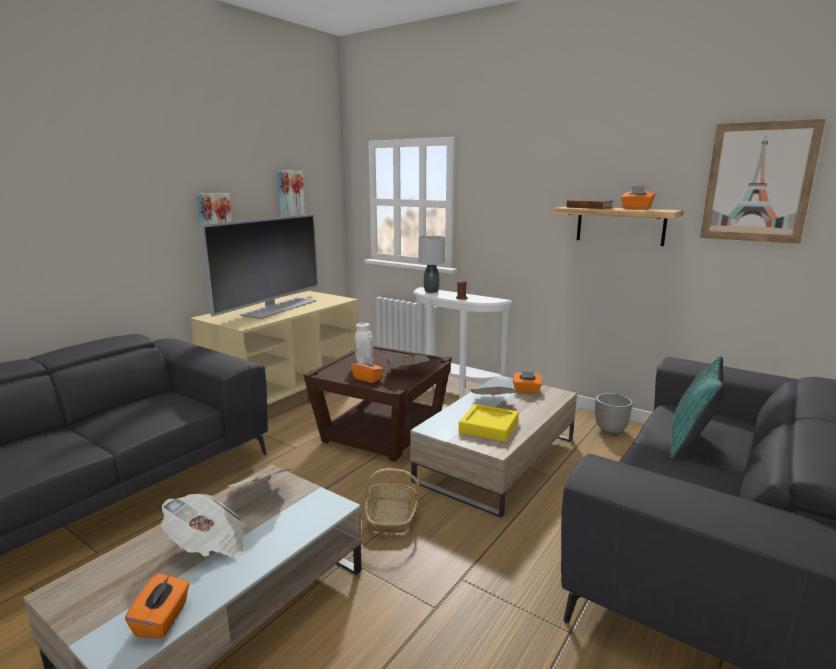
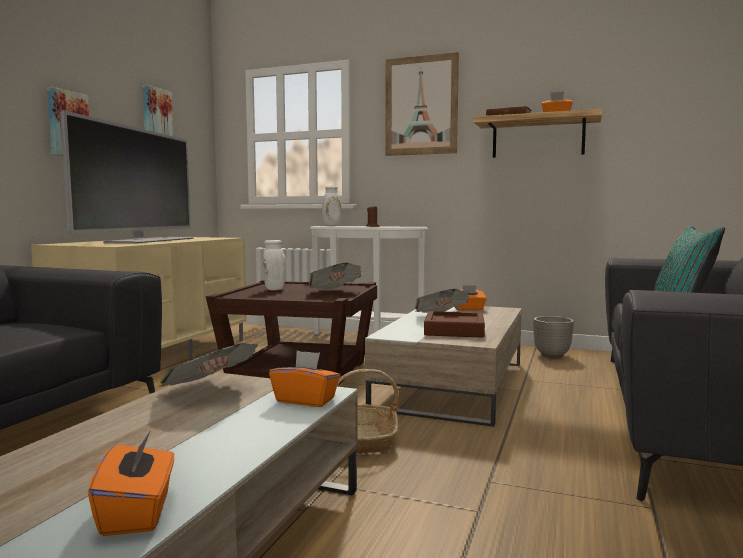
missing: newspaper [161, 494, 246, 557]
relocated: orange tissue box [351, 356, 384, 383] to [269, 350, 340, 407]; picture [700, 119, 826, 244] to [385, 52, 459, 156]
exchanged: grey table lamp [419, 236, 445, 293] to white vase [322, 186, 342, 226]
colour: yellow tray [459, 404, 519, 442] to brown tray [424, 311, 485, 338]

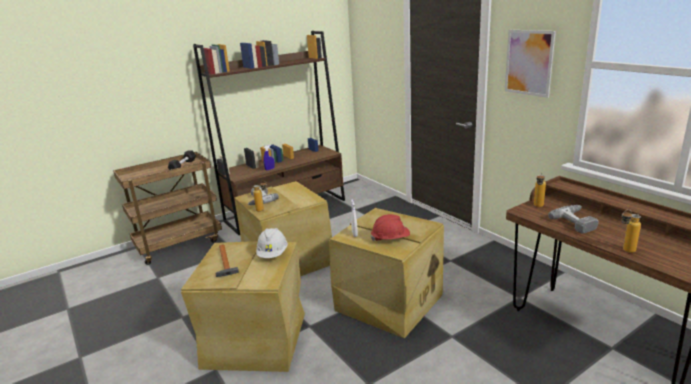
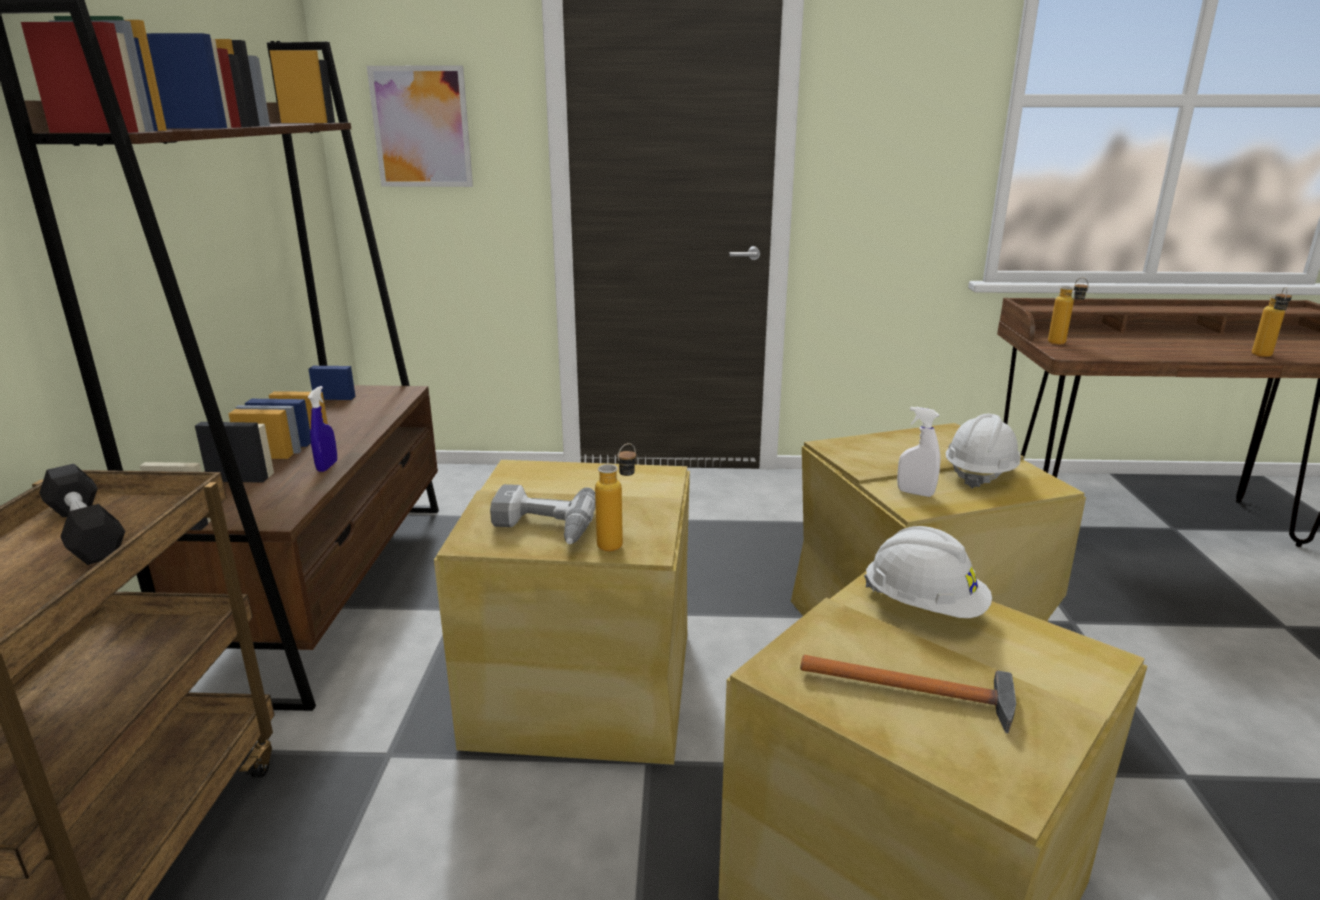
missing: power drill [548, 205, 598, 234]
relocated: picture [505, 30, 556, 98] to [367, 66, 473, 187]
colour: red hard hat [371, 214, 410, 241] to white hard hat [946, 413, 1021, 489]

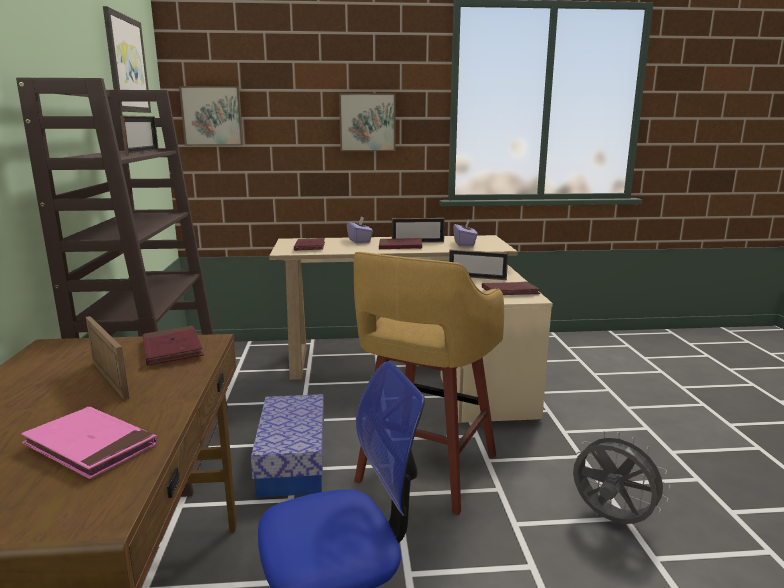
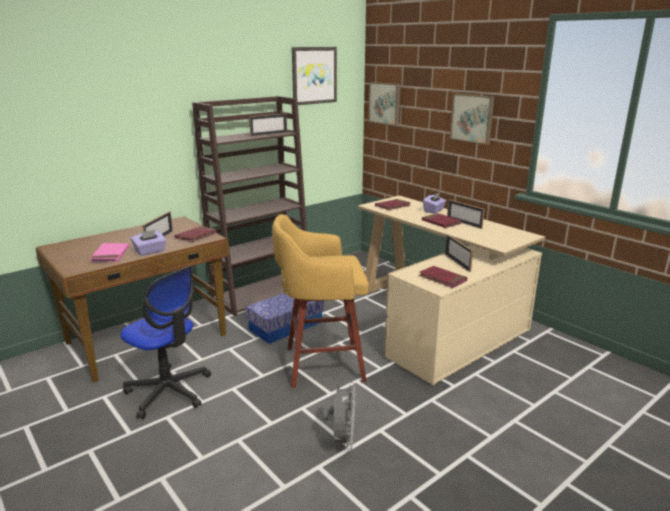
relocated: purple tissue box [453, 219, 478, 246] to [131, 230, 166, 256]

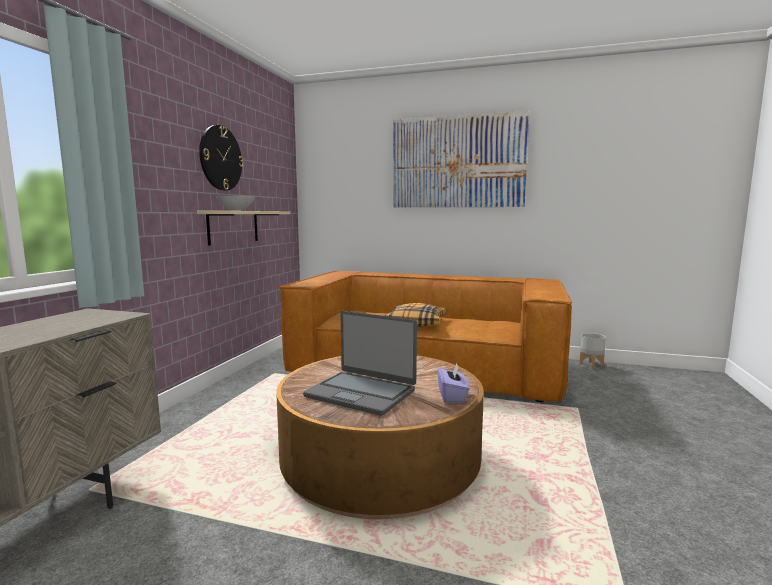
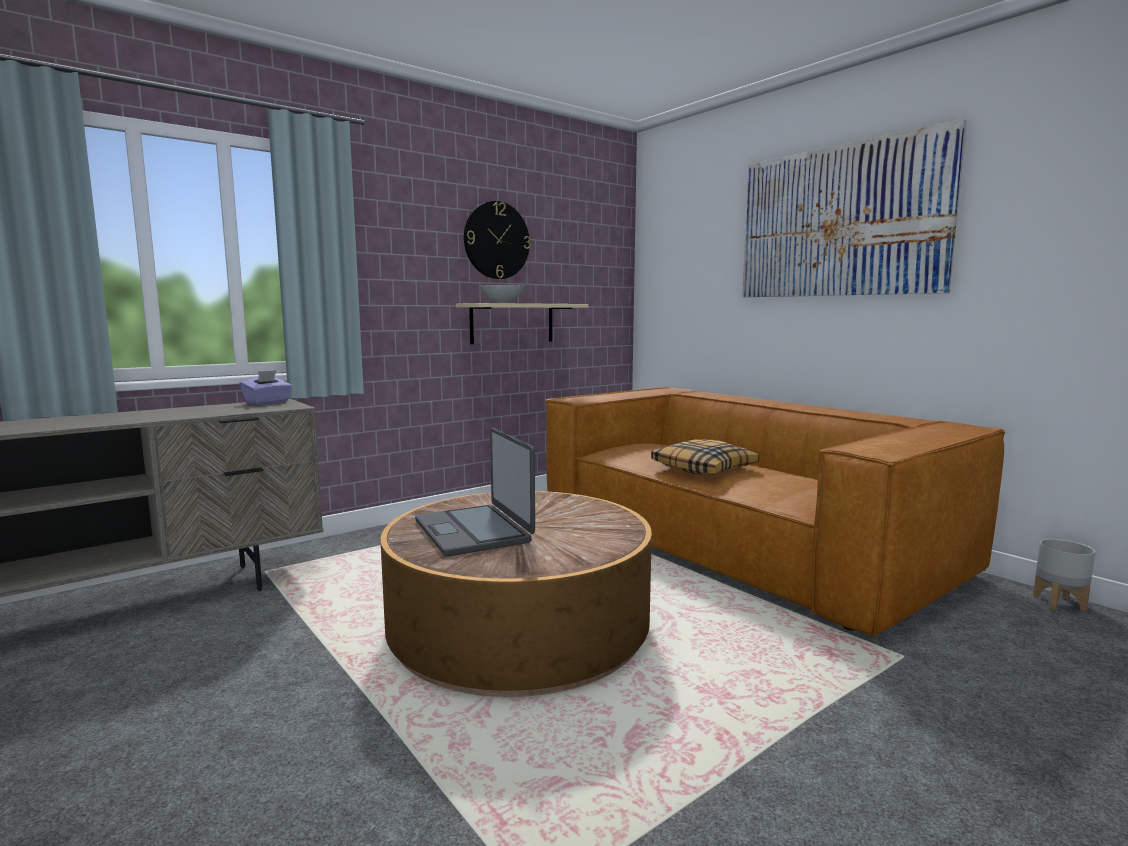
relocated: purple tissue box [437, 364, 470, 403] to [240, 370, 292, 405]

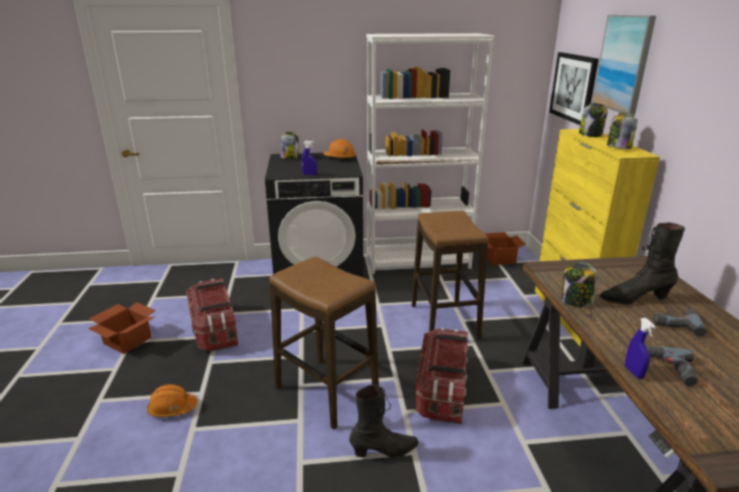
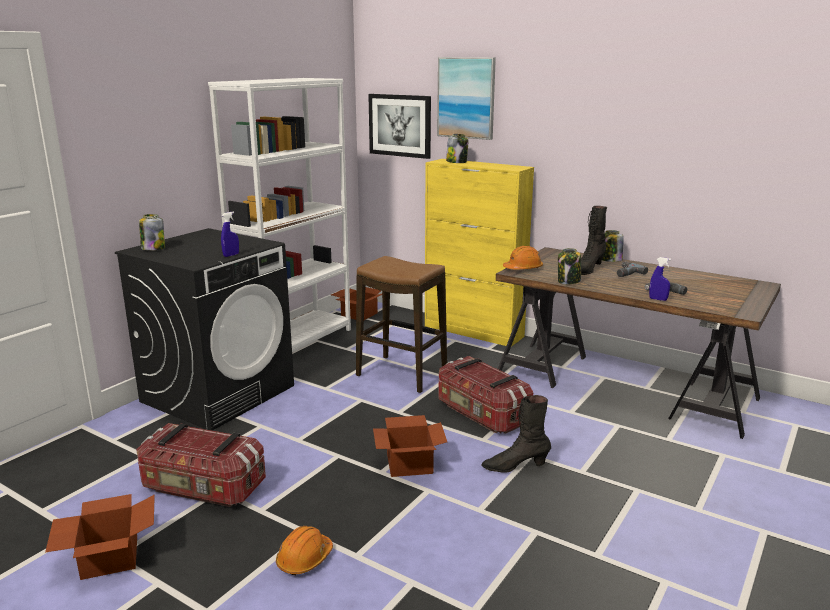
relocated: orange hard hat [324, 139, 356, 160] to [503, 246, 543, 269]; jar [607, 113, 638, 149] to [602, 230, 624, 262]
exchanged: stool [270, 256, 379, 430] to cardboard box [373, 415, 447, 477]
spun: black boot [349, 384, 419, 458] = [481, 395, 551, 472] 120 degrees counterclockwise

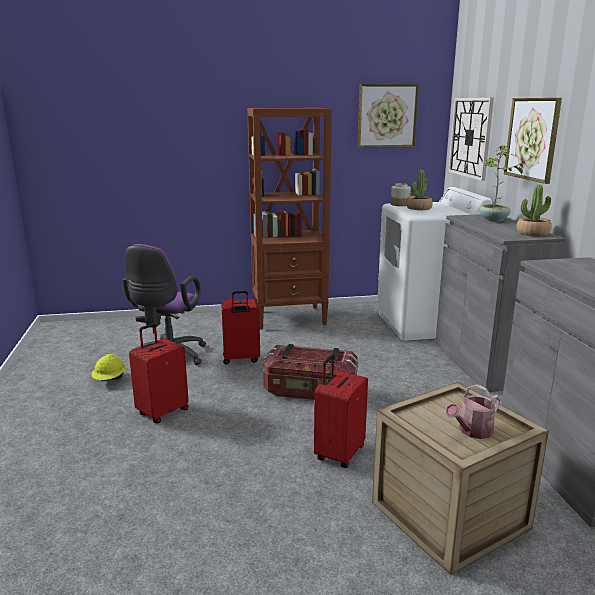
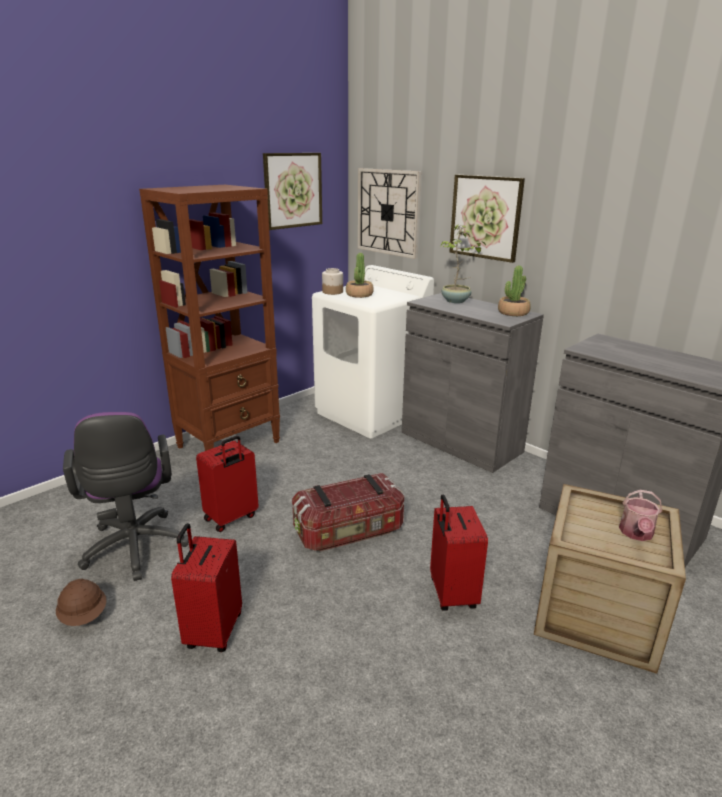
colour: yellow hard hat [92, 354, 125, 380] to brown hard hat [56, 579, 106, 626]

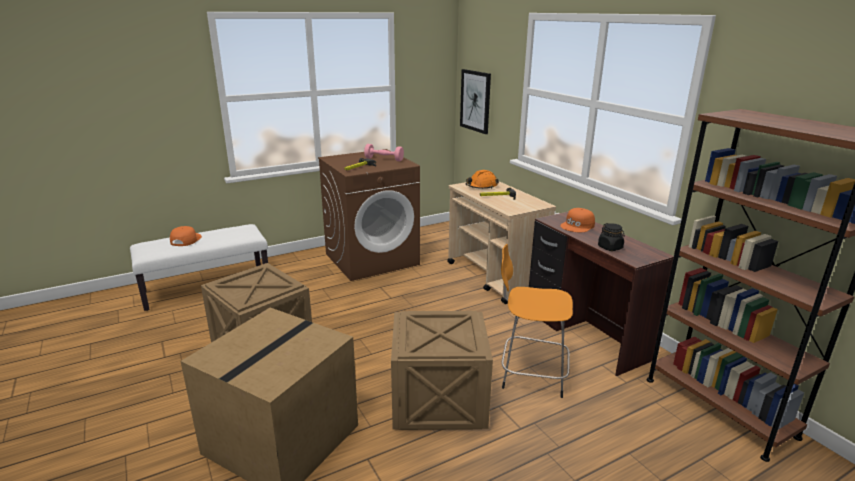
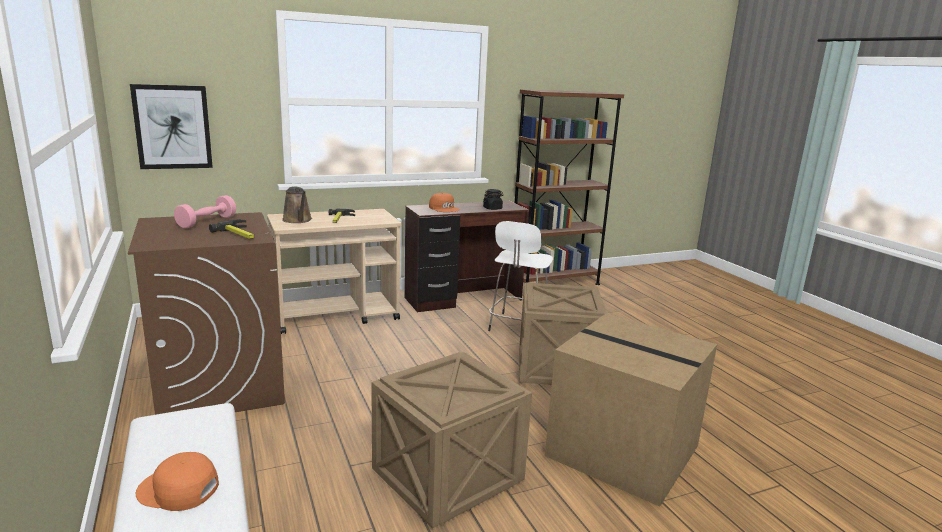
exchanged: orange hard hat [466, 170, 499, 189] to brown watering can [282, 186, 312, 223]
colour: orange stool [501, 244, 573, 398] to white stool [488, 221, 553, 331]

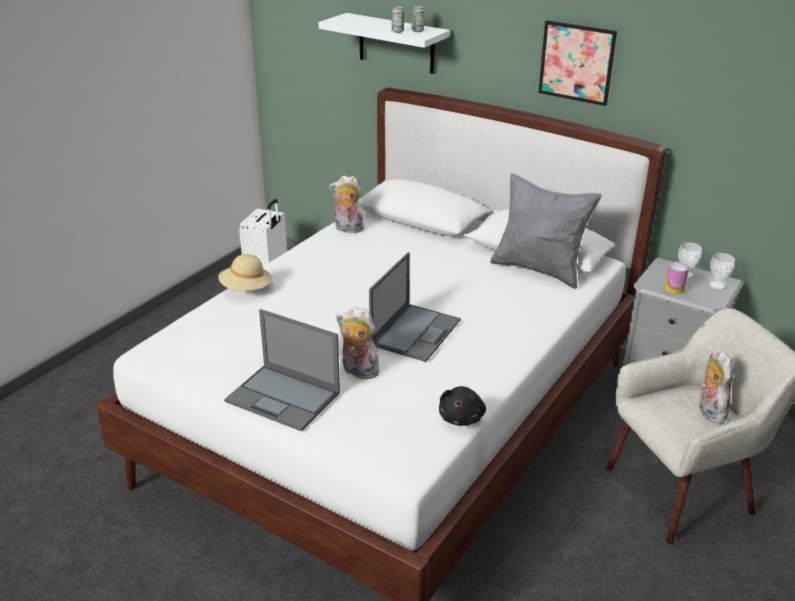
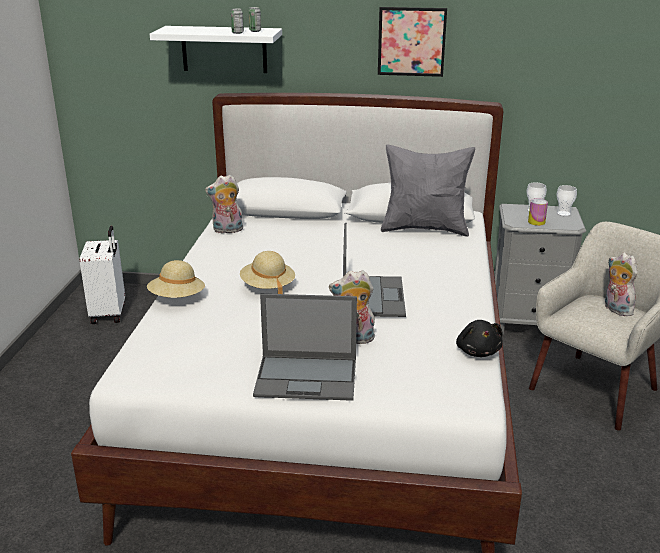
appeared: beige hat [240, 251, 295, 294]

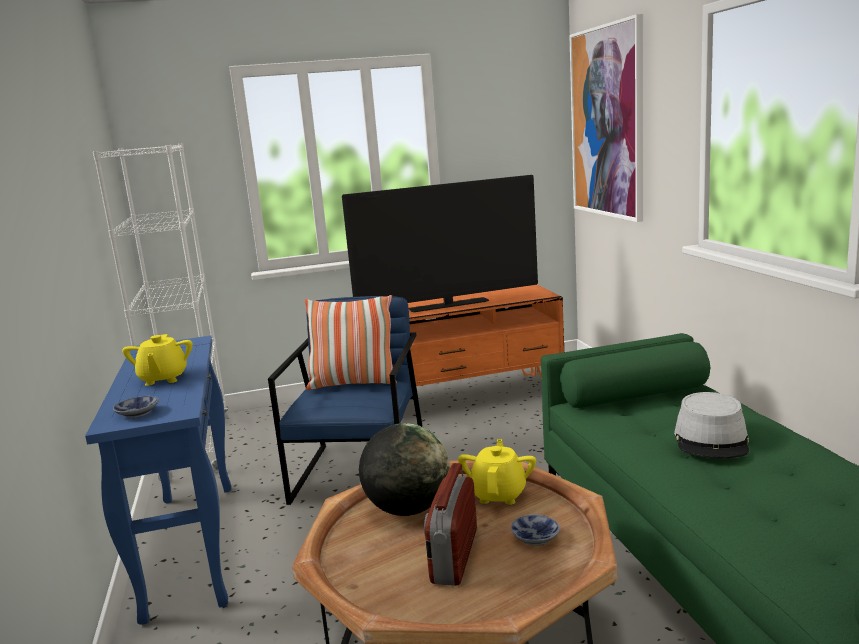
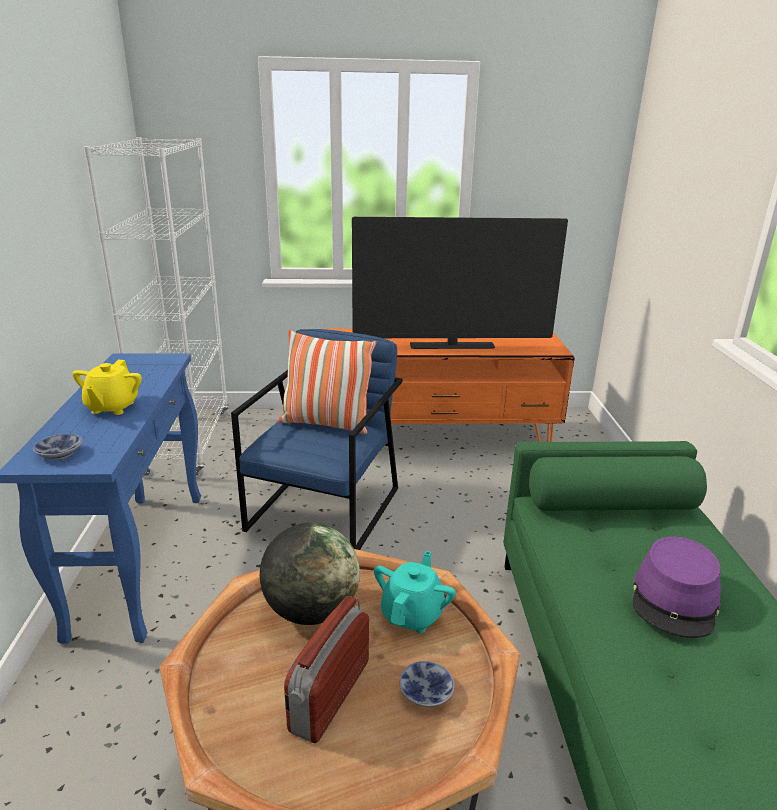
missing: picture [569, 14, 643, 222]
colour: yellow teapot [458, 439, 536, 505] to turquoise teapot [374, 551, 456, 633]; grey hat [674, 392, 749, 459] to purple hat [633, 536, 721, 638]

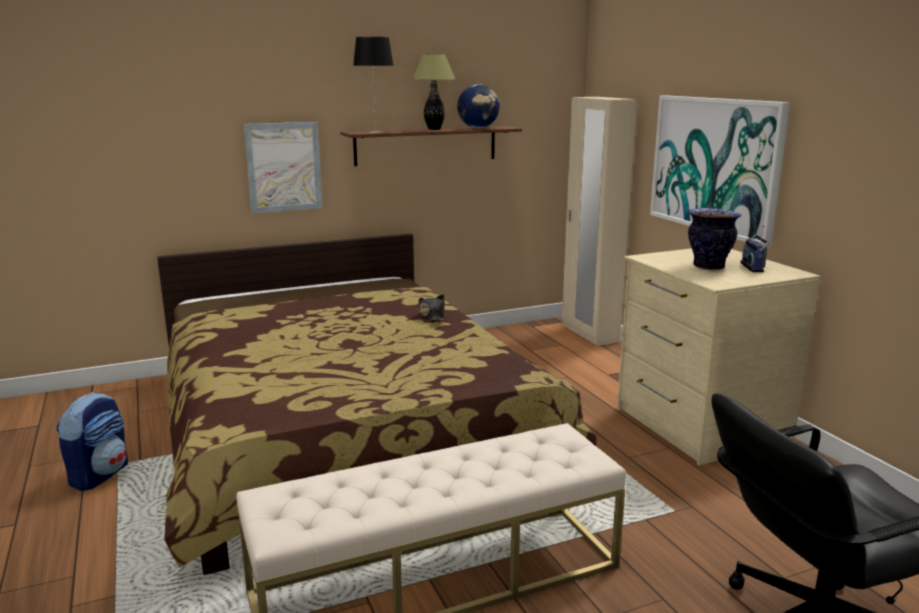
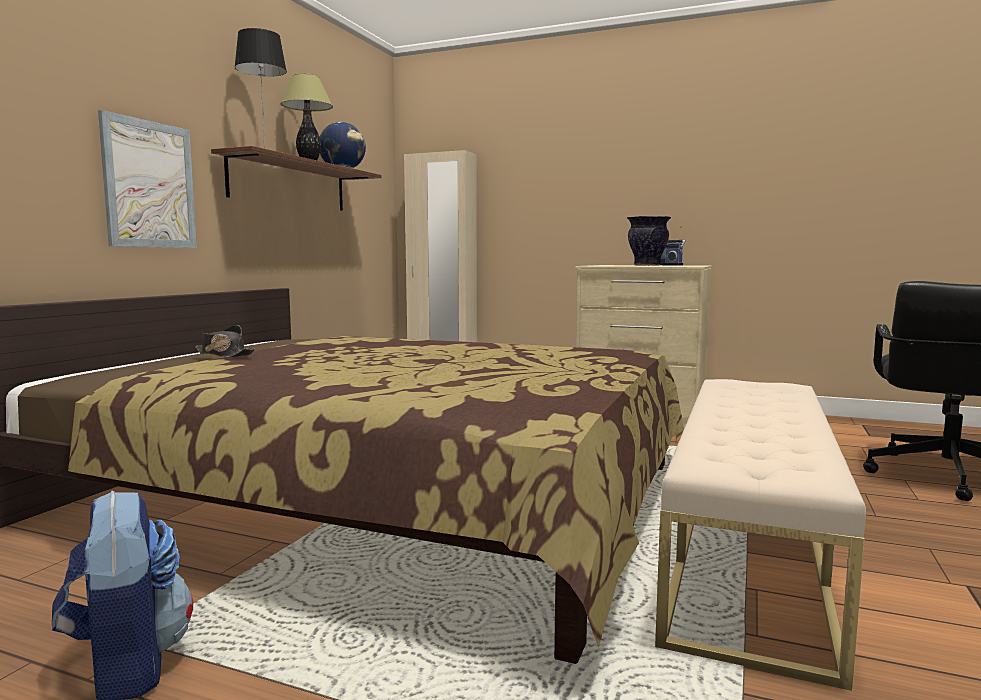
missing: picture [650, 95, 790, 247]
relocated: black hat [418, 294, 445, 322] to [195, 325, 255, 357]

